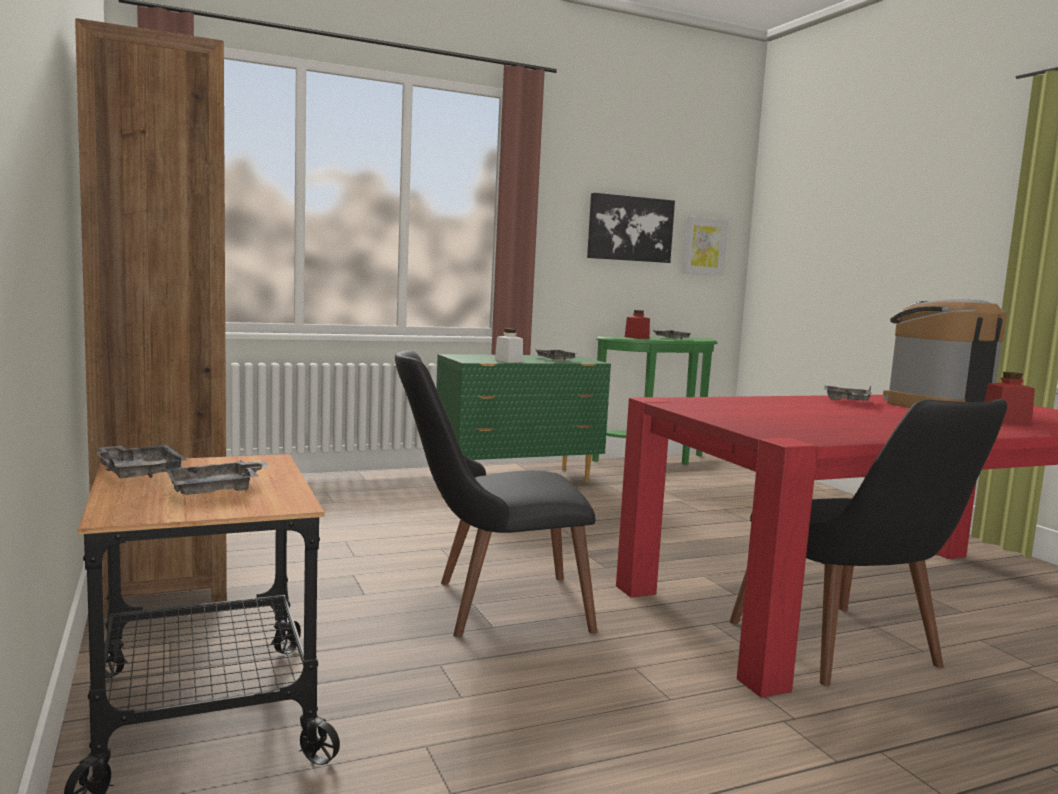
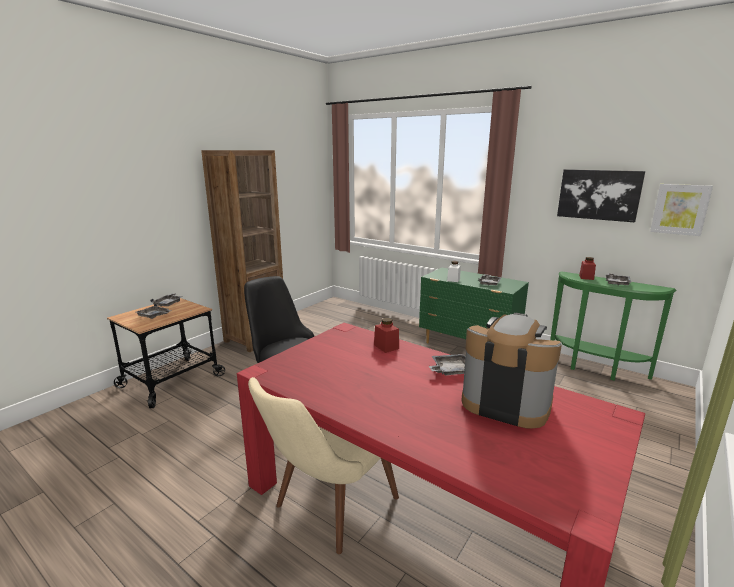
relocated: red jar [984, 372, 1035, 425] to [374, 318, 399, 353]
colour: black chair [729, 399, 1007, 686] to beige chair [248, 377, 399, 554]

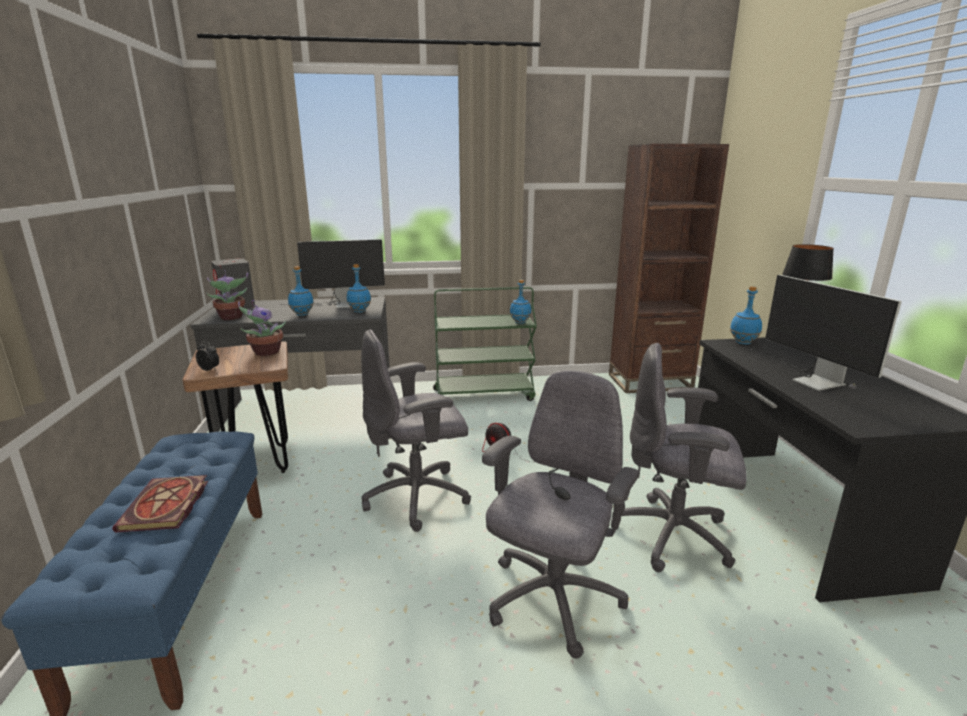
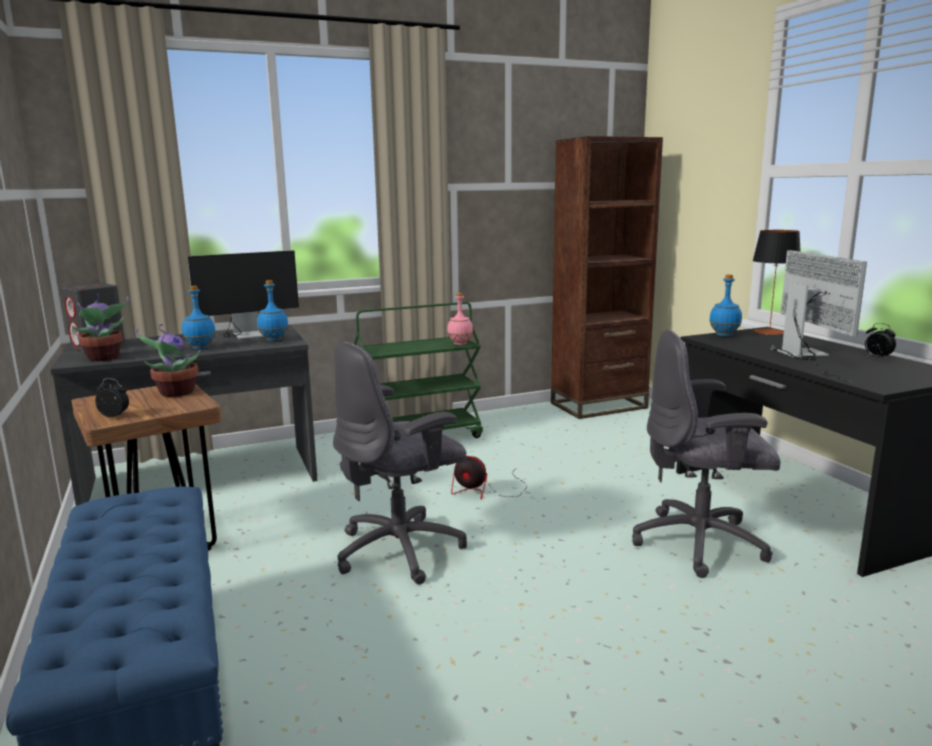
missing: book [112, 475, 208, 532]; grey office chair [482, 370, 640, 659]
appeared: alarm clock [865, 323, 896, 359]
colour: blue bottle [510, 280, 531, 324] to pink bottle [447, 293, 473, 345]
spun: monitor [750, 275, 902, 391] = [771, 250, 867, 382] 150 degrees counterclockwise

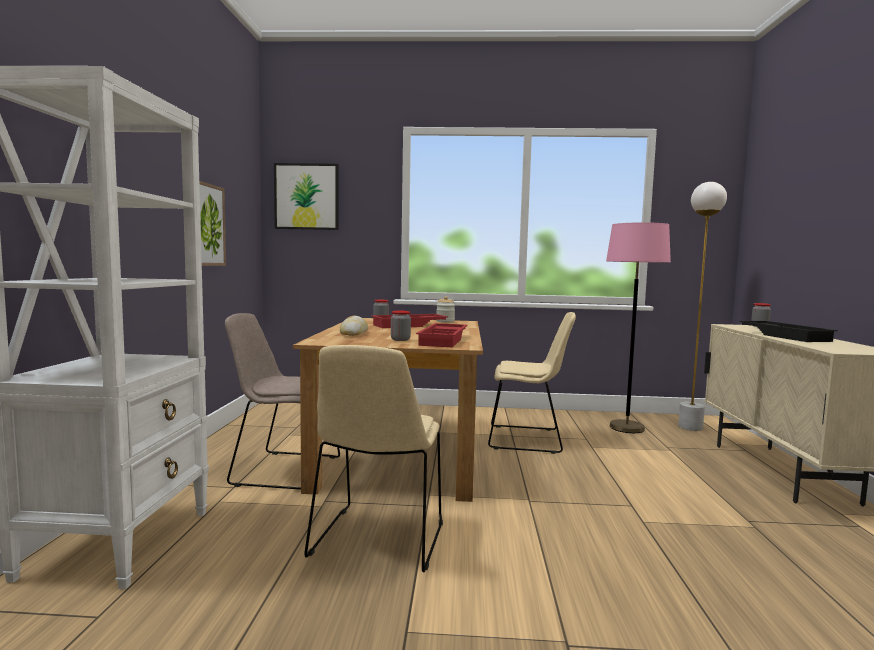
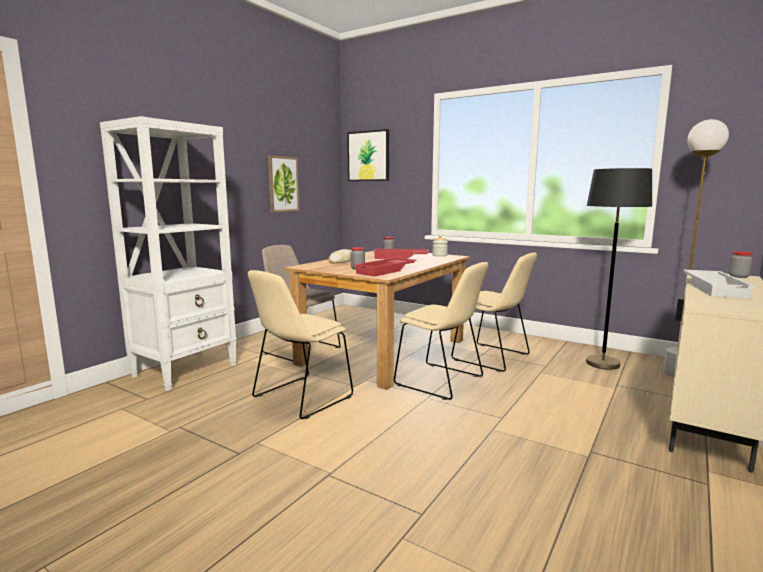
appeared: beige chair [394, 262, 488, 400]
colour: pink floor lamp [606, 222, 671, 433] to black floor lamp [586, 168, 652, 370]; black tray [740, 321, 837, 342] to white tray [683, 270, 756, 298]

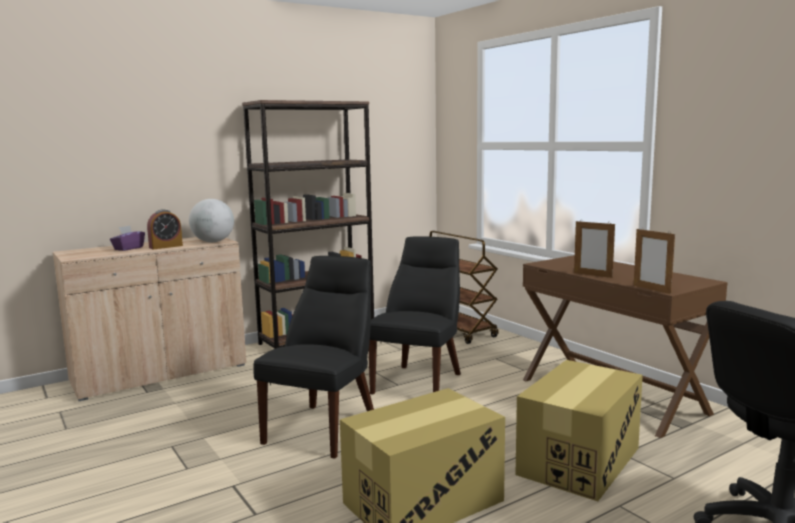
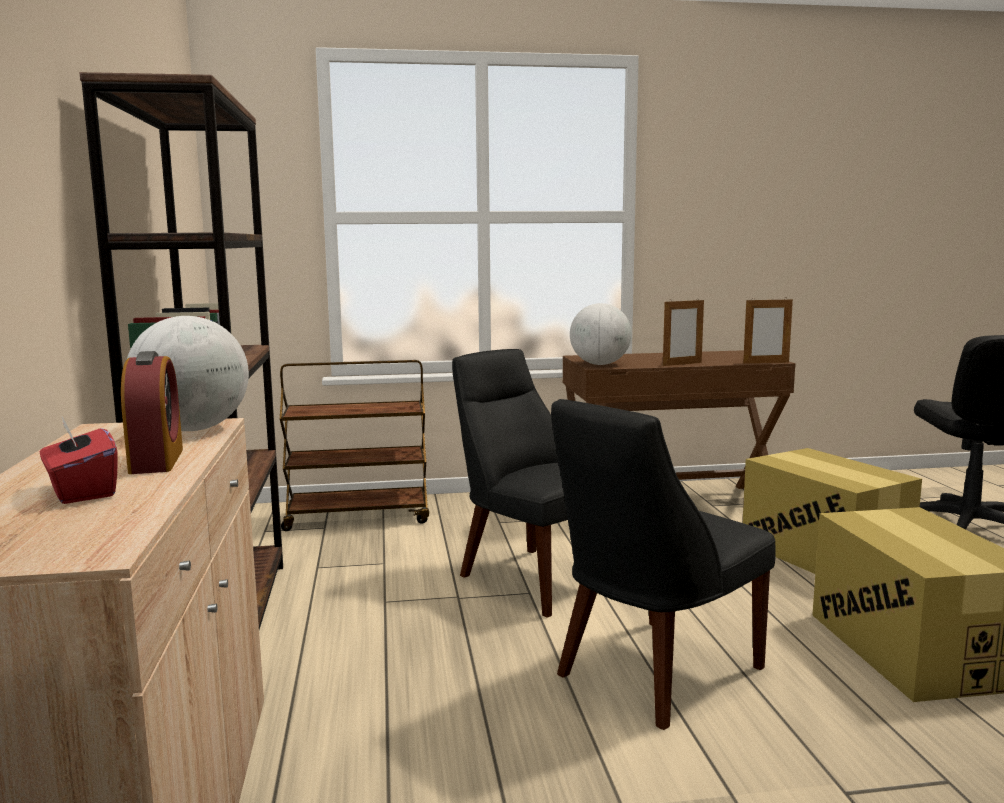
appeared: globe [570, 303, 632, 365]
colour: purple tissue box [110, 226, 145, 251] to red tissue box [40, 417, 117, 504]
spun: black chair [253, 256, 374, 458] = [551, 399, 776, 730] 90 degrees counterclockwise

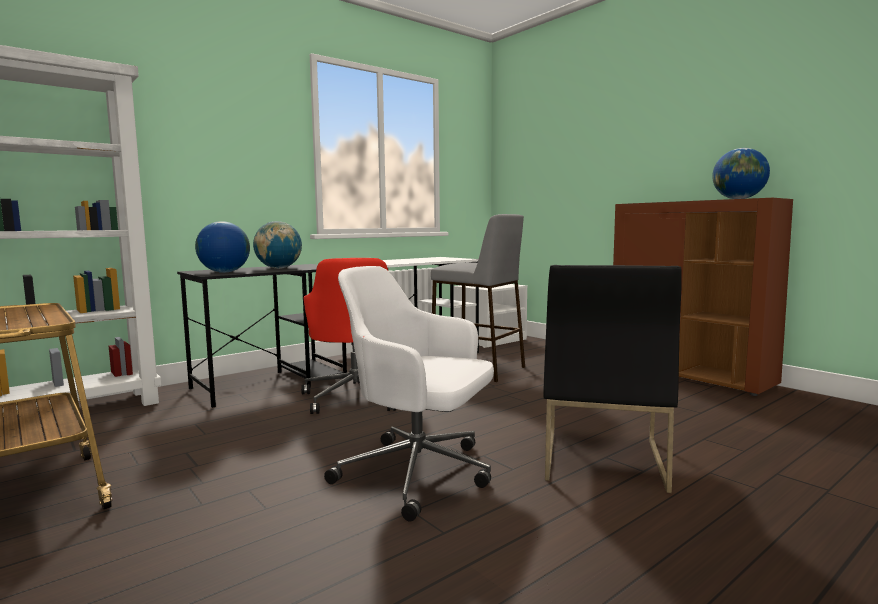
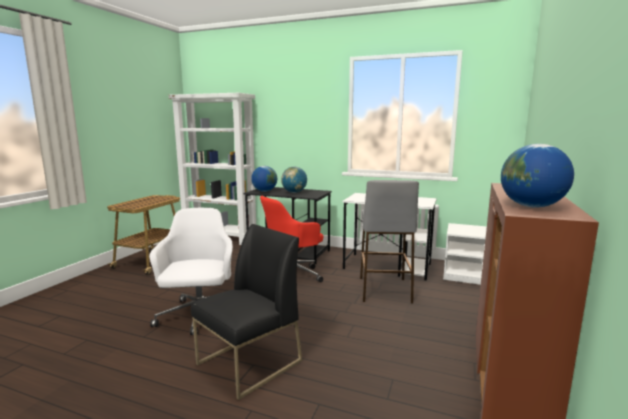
spun: black chair [544, 265, 682, 493] = [191, 224, 302, 400] 150 degrees clockwise

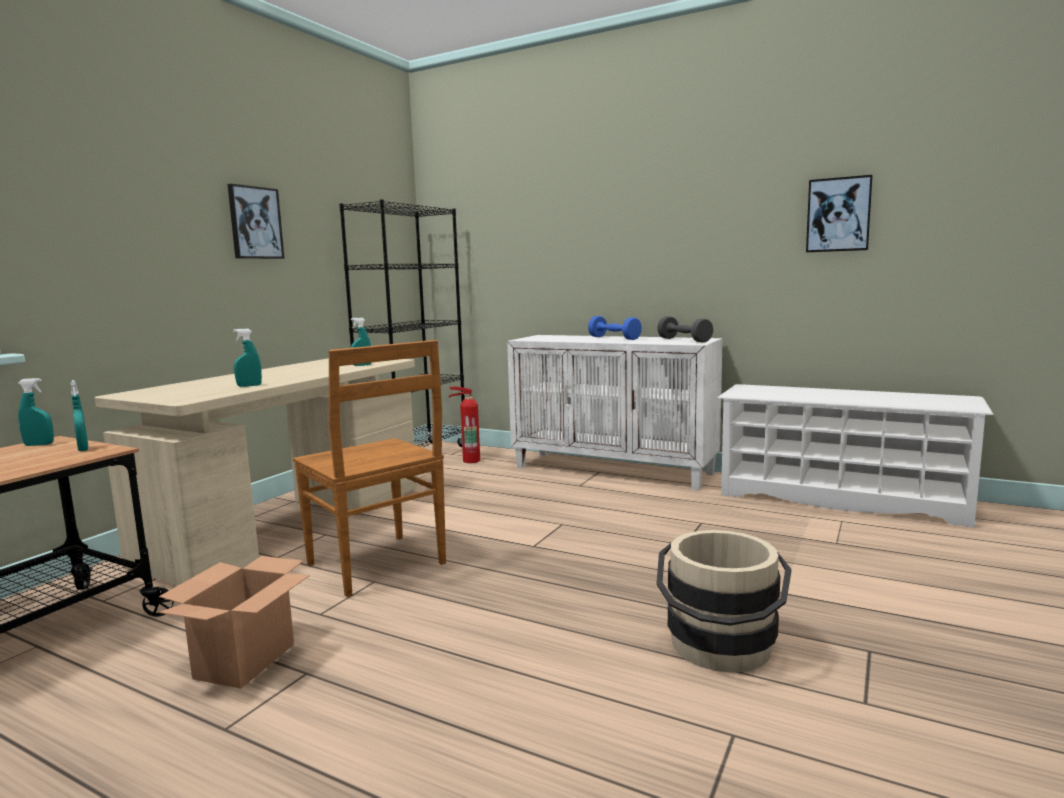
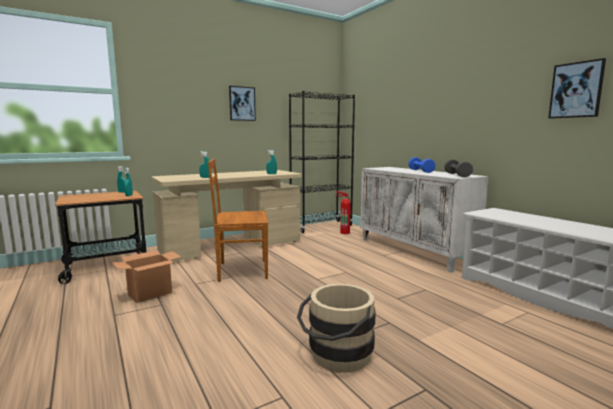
spun: brown chair [293, 340, 446, 597] = [208, 159, 268, 282] 90 degrees clockwise

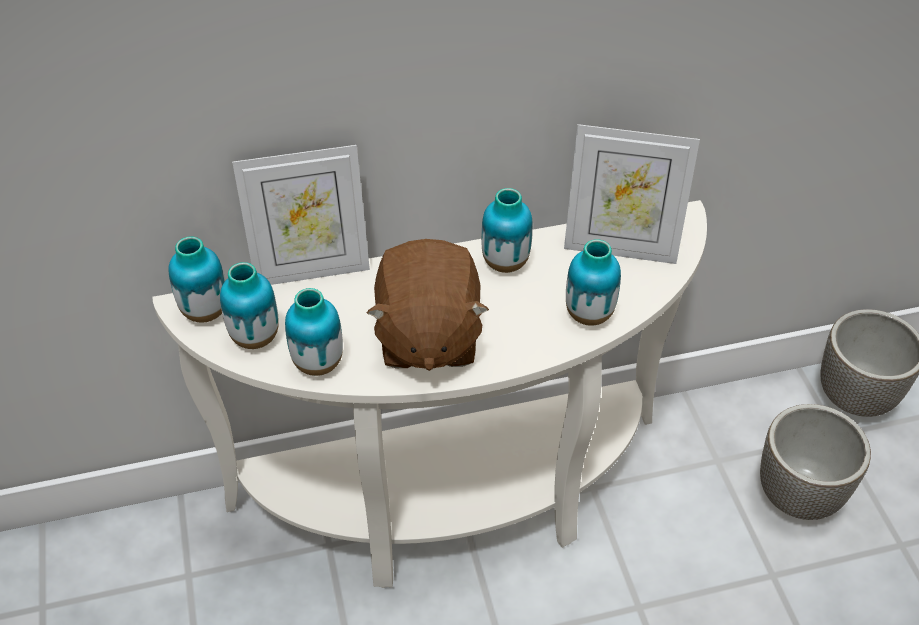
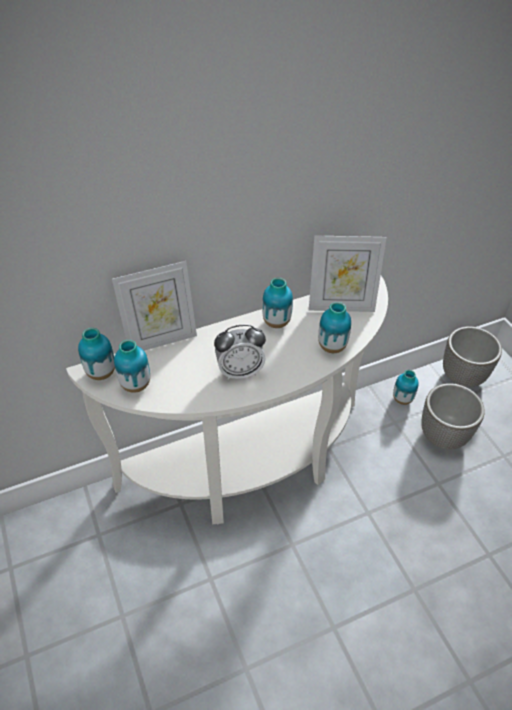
relocated: vase [285, 288, 343, 376] to [393, 370, 419, 405]
exchanged: brown plush toy [367, 239, 489, 371] to alarm clock [214, 325, 266, 380]

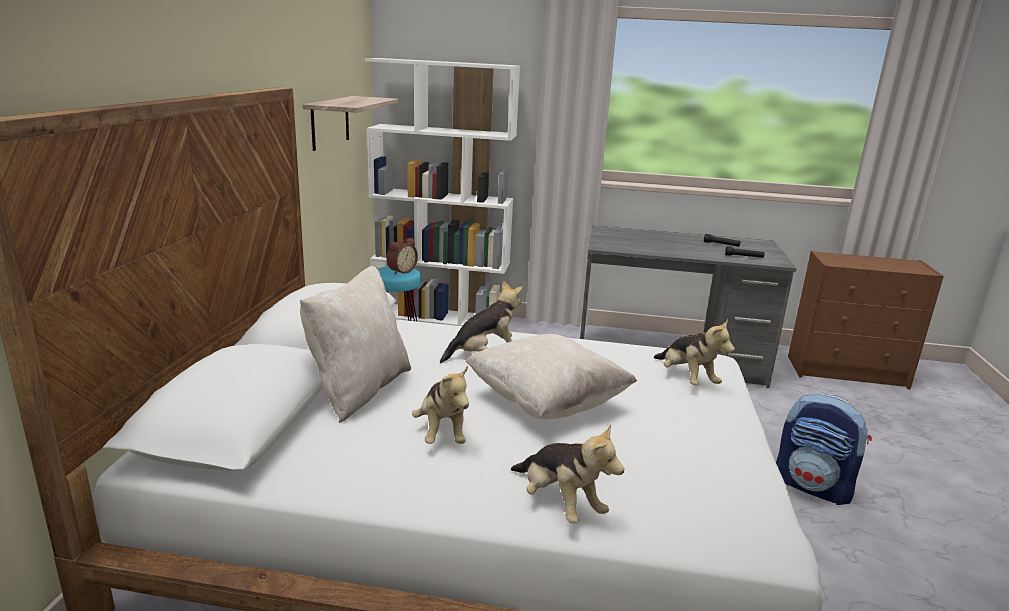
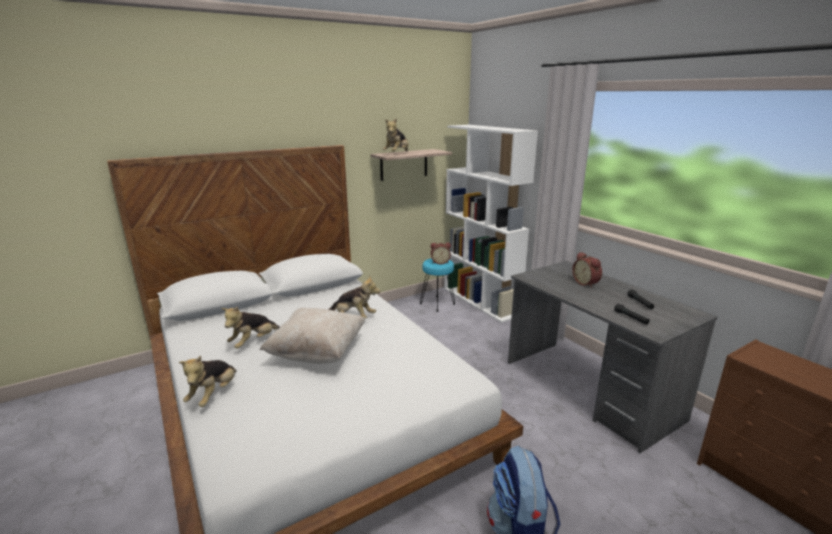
missing: beige pillow [300, 266, 411, 423]
appeared: alarm clock [572, 252, 602, 288]
relocated: plush toy [654, 319, 735, 385] to [383, 118, 409, 151]

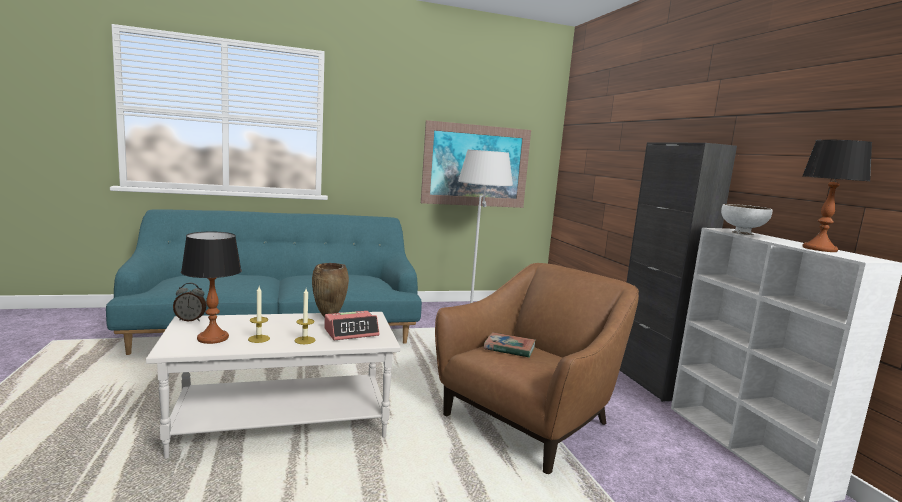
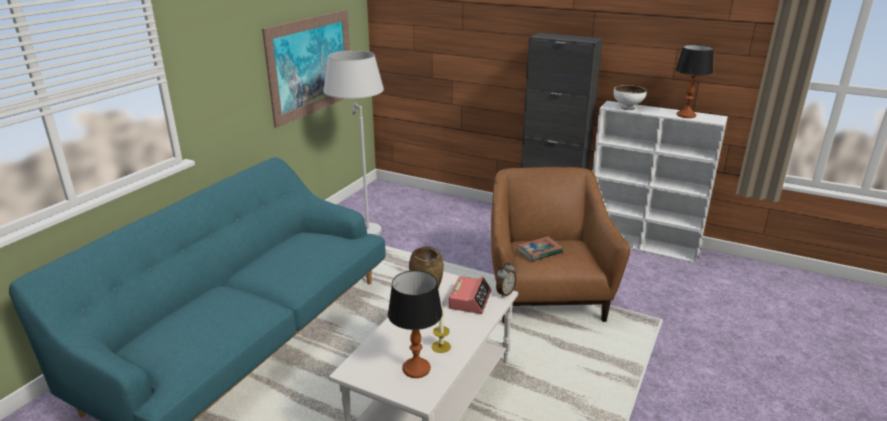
missing: candle [294, 289, 315, 344]
relocated: alarm clock [173, 283, 206, 321] to [496, 263, 516, 298]

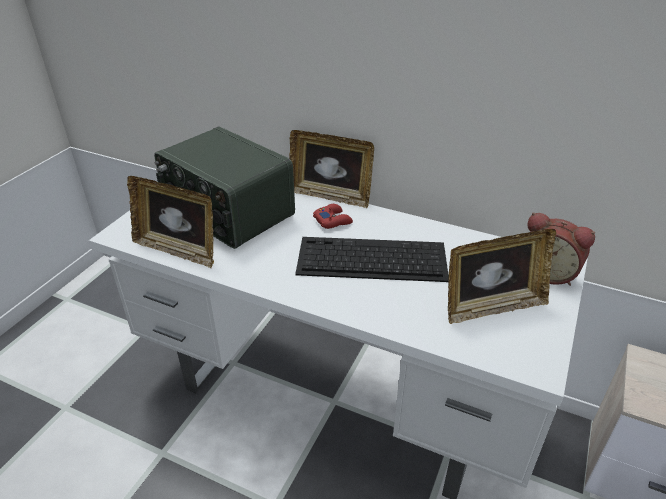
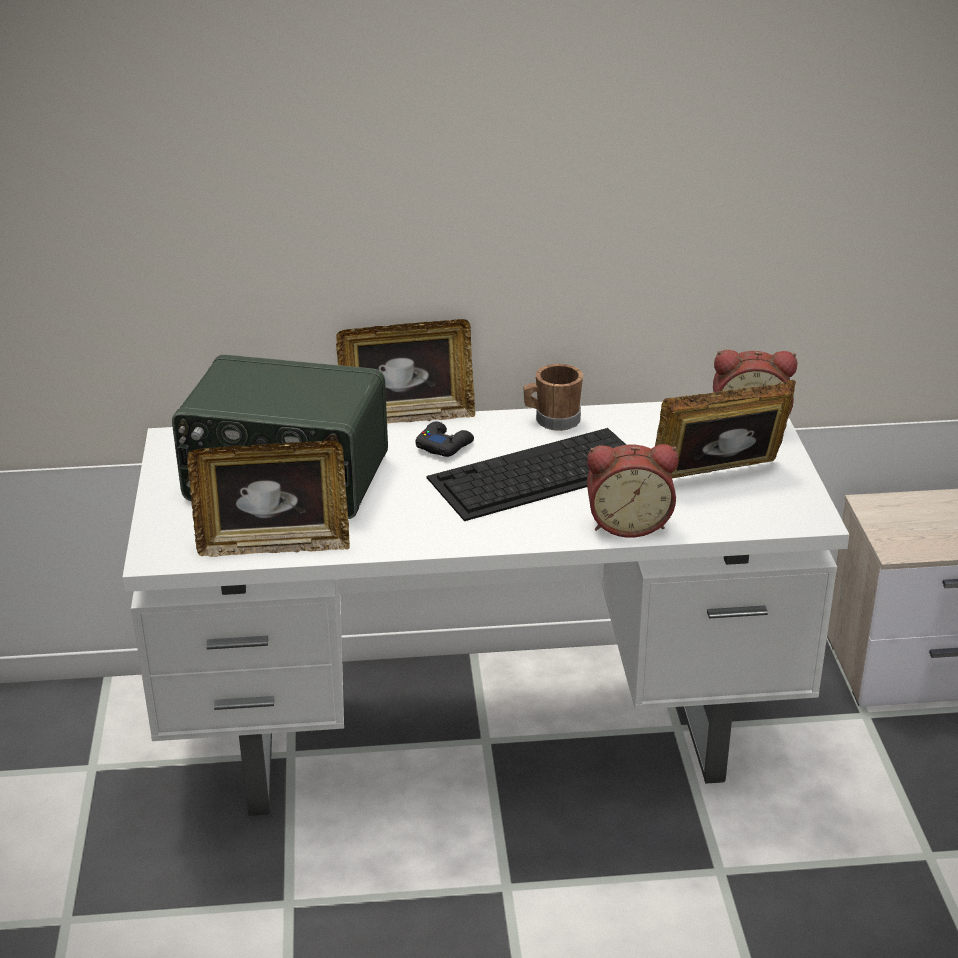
appeared: brown mug [523, 364, 583, 431]; alarm clock [587, 444, 678, 538]
colour: red game controller [313, 204, 353, 229] to black game controller [415, 421, 474, 457]
spun: picture frame [448, 229, 556, 324] = [655, 380, 796, 478] 150 degrees counterclockwise

